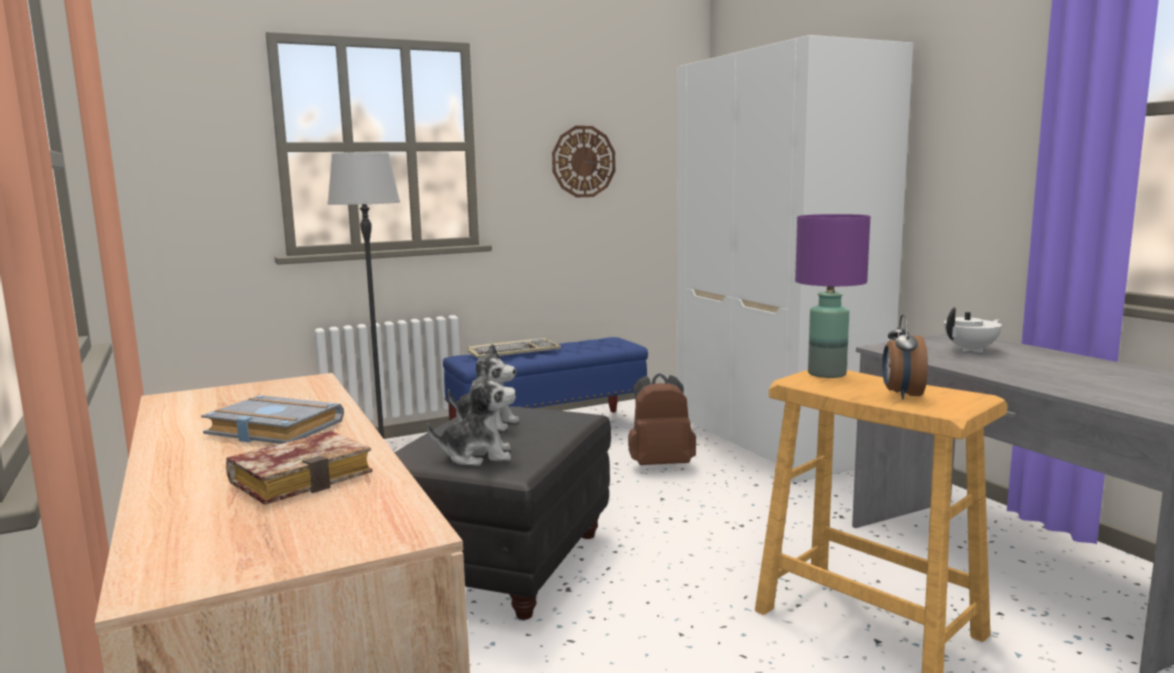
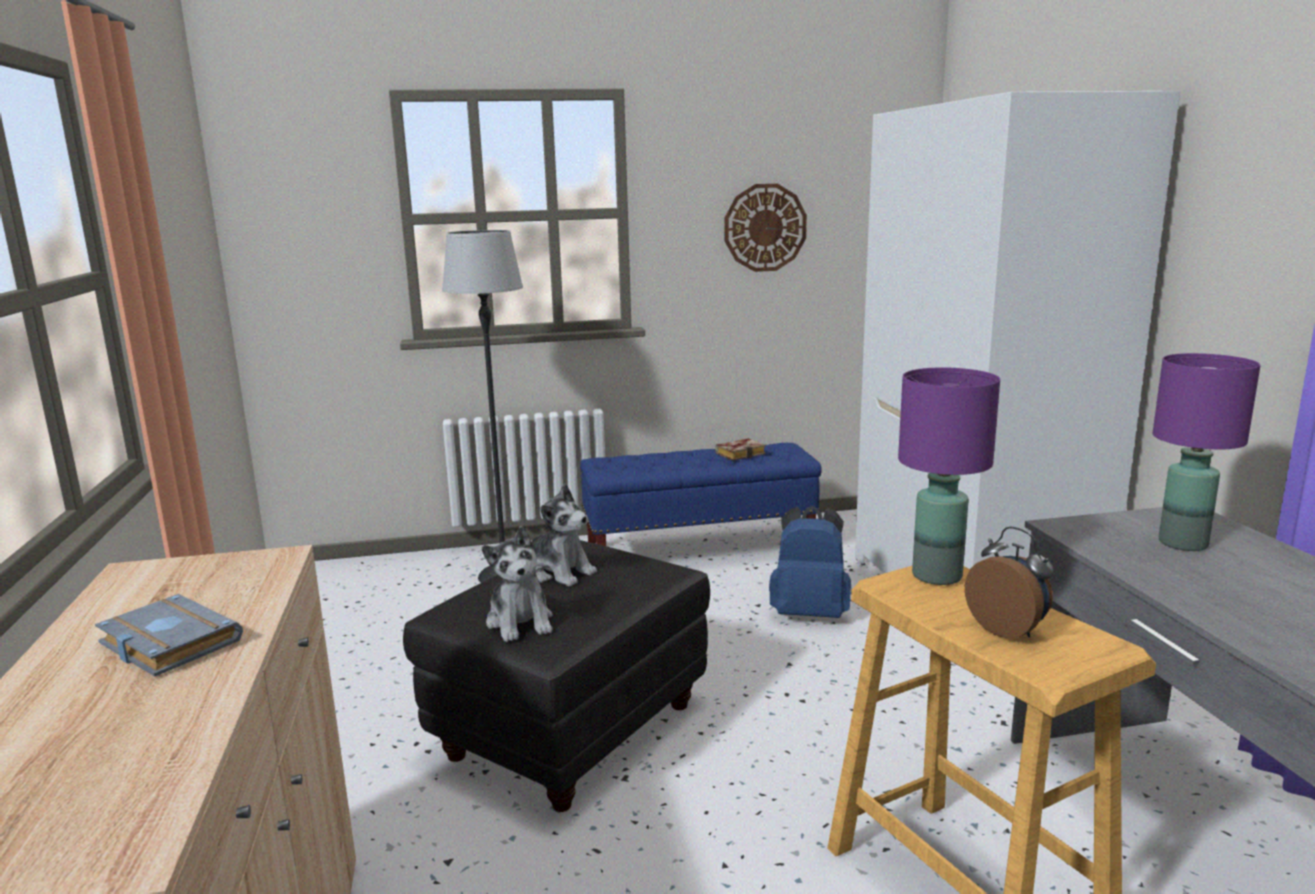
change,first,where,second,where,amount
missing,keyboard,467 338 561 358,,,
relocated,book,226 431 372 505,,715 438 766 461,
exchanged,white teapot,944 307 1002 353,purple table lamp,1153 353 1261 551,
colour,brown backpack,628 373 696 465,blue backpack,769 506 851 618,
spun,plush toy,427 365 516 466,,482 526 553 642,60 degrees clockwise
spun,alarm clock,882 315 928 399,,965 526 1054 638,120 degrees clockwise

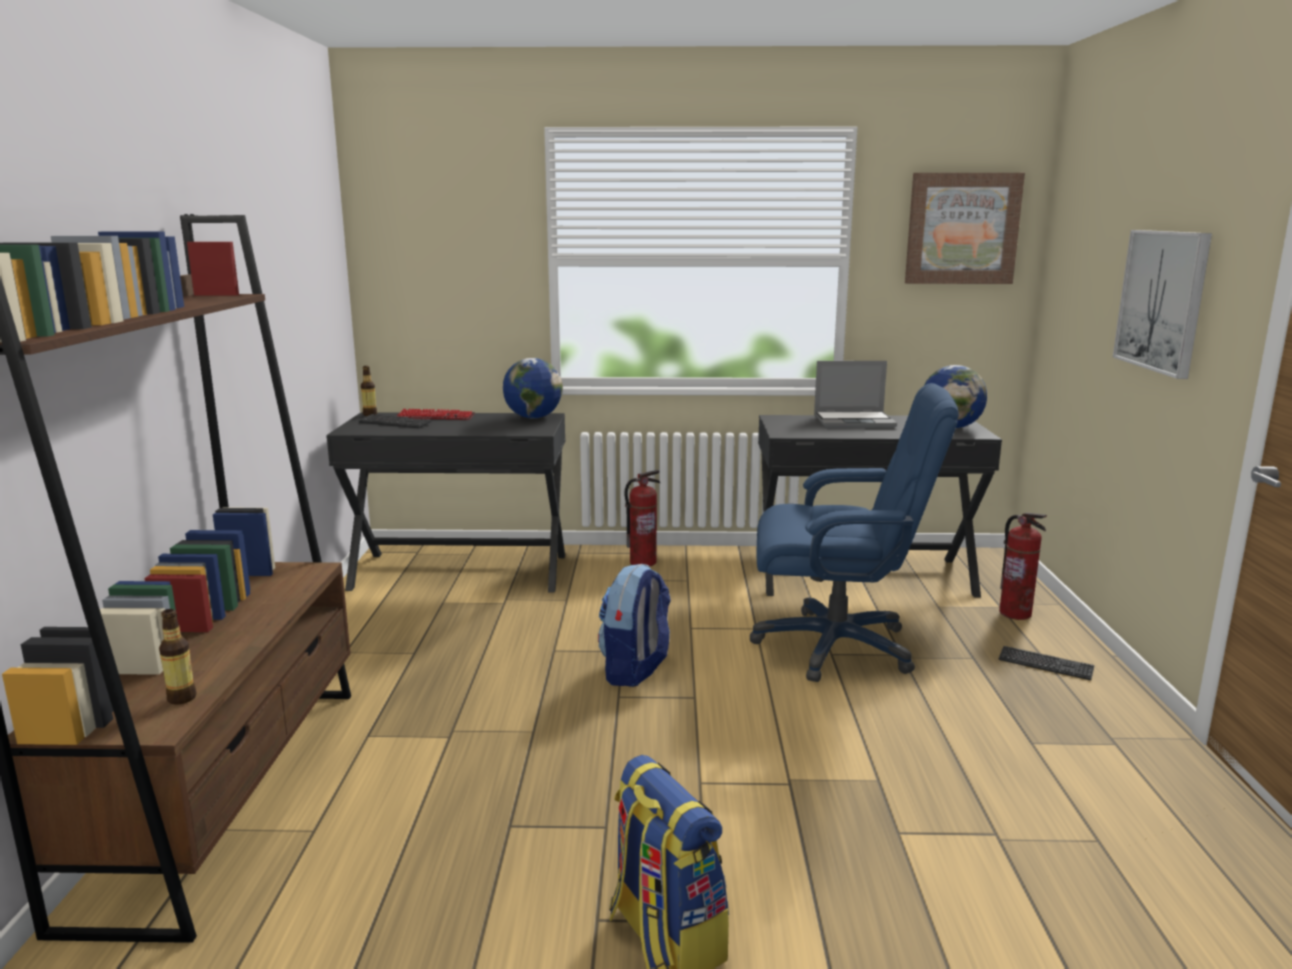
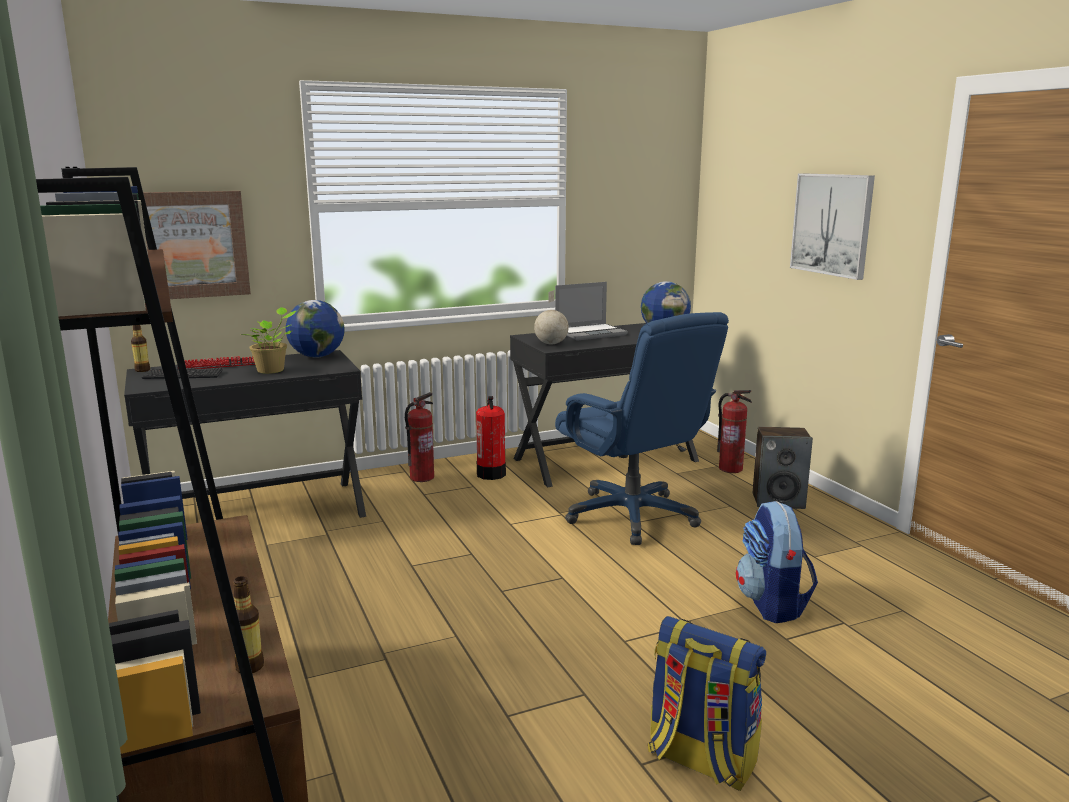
change,first,where,second,where,amount
appeared,,,potted plant,242 307 296 374,
appeared,,,fire extinguisher,476 396 506 480,
appeared,,,globe,534 290 569 344,
relocated,backpack,598 564 671 687,,736 501 818 623,
relocated,picture,905 173 1025 284,,143 191 251 299,
exchanged,keyboard,998 646 1095 680,speaker,753 427 813 509,
spun,blue office chair,750 383 959 682,,555 312 729 545,75 degrees clockwise

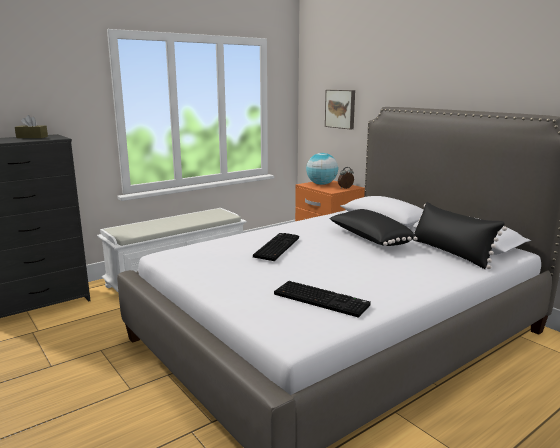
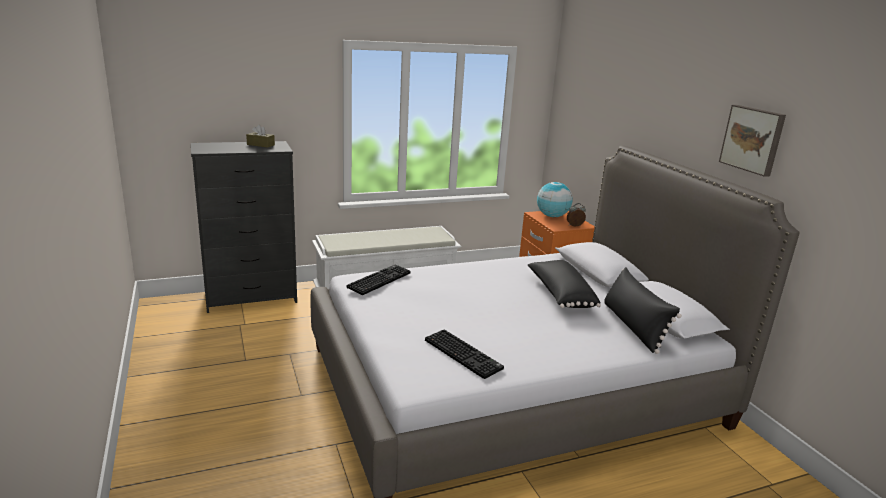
change,first,where,second,where,amount
relocated,keyboard,253 233 299 261,,347 265 411 295,
relocated,picture,325 90 355 130,,719 105 786 177,

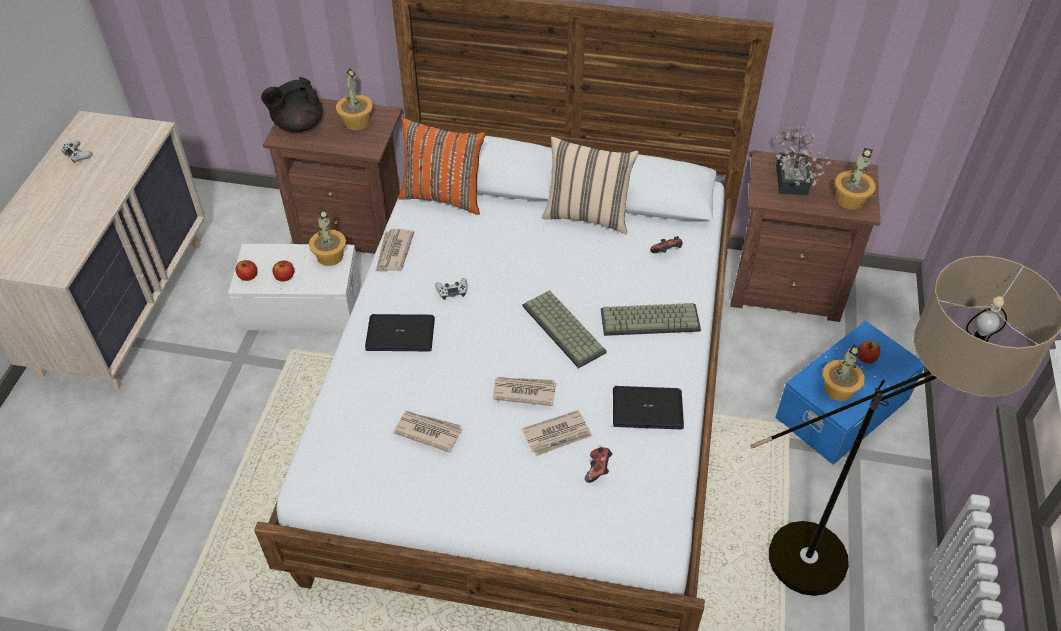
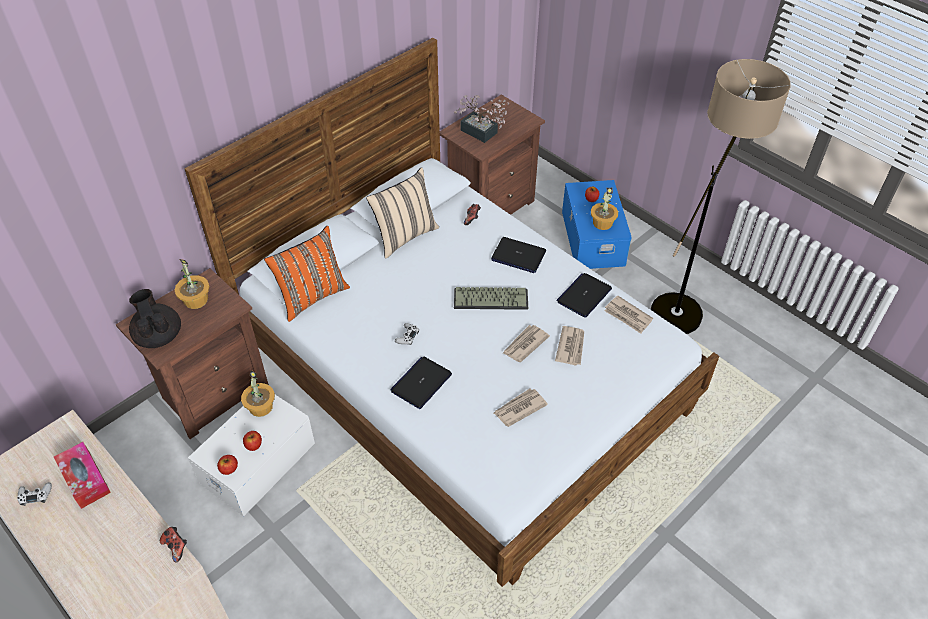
change,first,where,second,where,amount
missing,potted plant,835 148 876 210,,,
appeared,,,tissue box,54 442 111 509,
relocated,newspaper,376 229 414 271,,605 296 653 334,
relocated,game controller,585 447 612 483,,160 527 187 563,
exchanged,keyboard,601 303 701 336,laptop,491 237 546 273,
spun,black teapot,261 77 323 132,,129 289 181 348,150 degrees clockwise

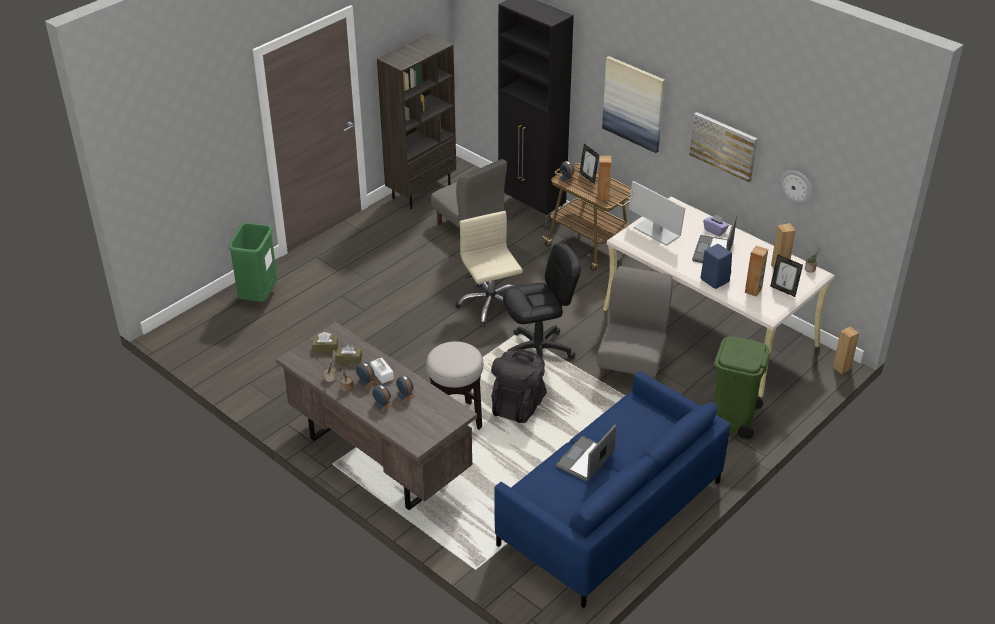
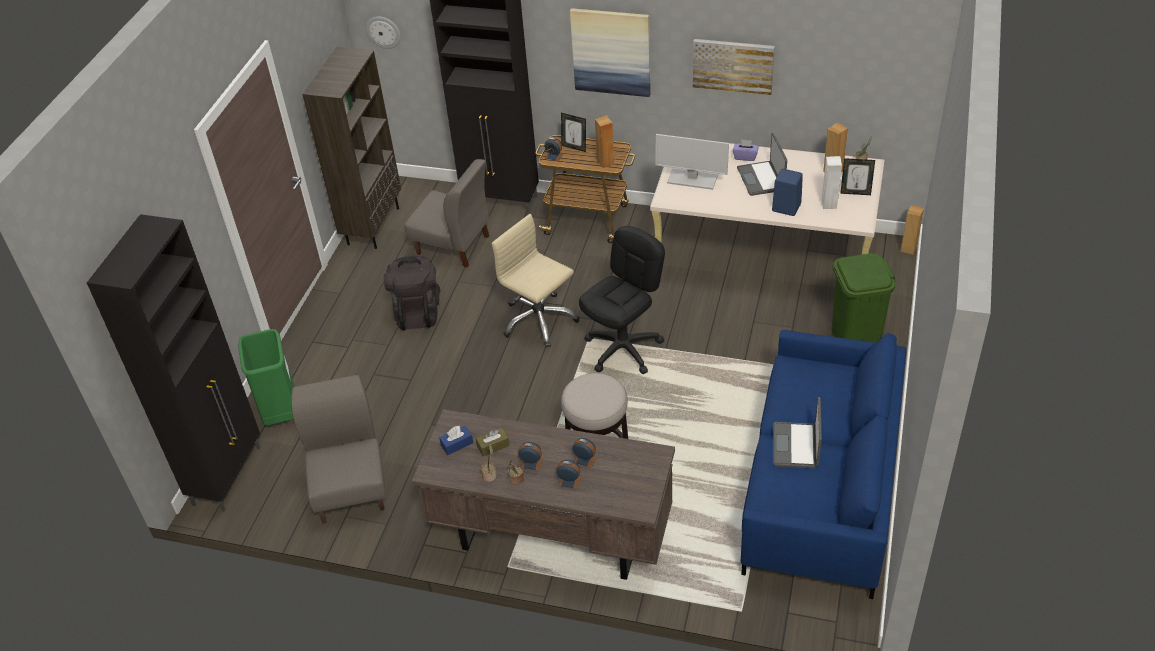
change,first,where,second,where,amount
missing,white tissue box,370 358 394 384,,,
appeared,,,black cabinet,87 214 261 512,
relocated,black backpack,491 349 547 423,,384 255 441 330,
relocated,grey chair,597 266 673 381,,291 375 385 523,
relocated,wall clock,780 171 812 205,,366 16 401 49,
colour,brown tissue box,312 332 338 353,blue tissue box,439 425 473 455,
colour,brown speaker,745 246 768 297,white speaker,822 156 842 209,

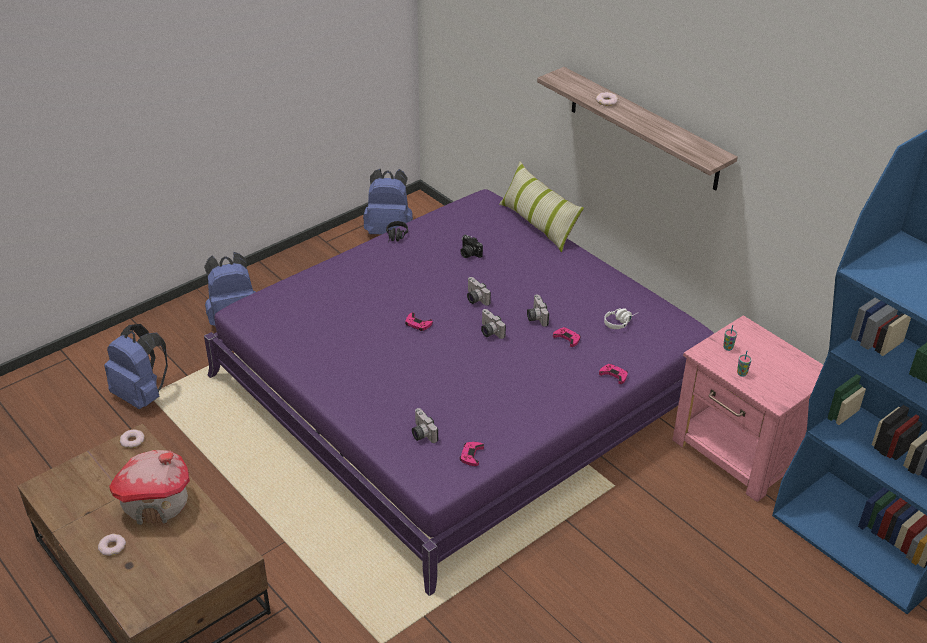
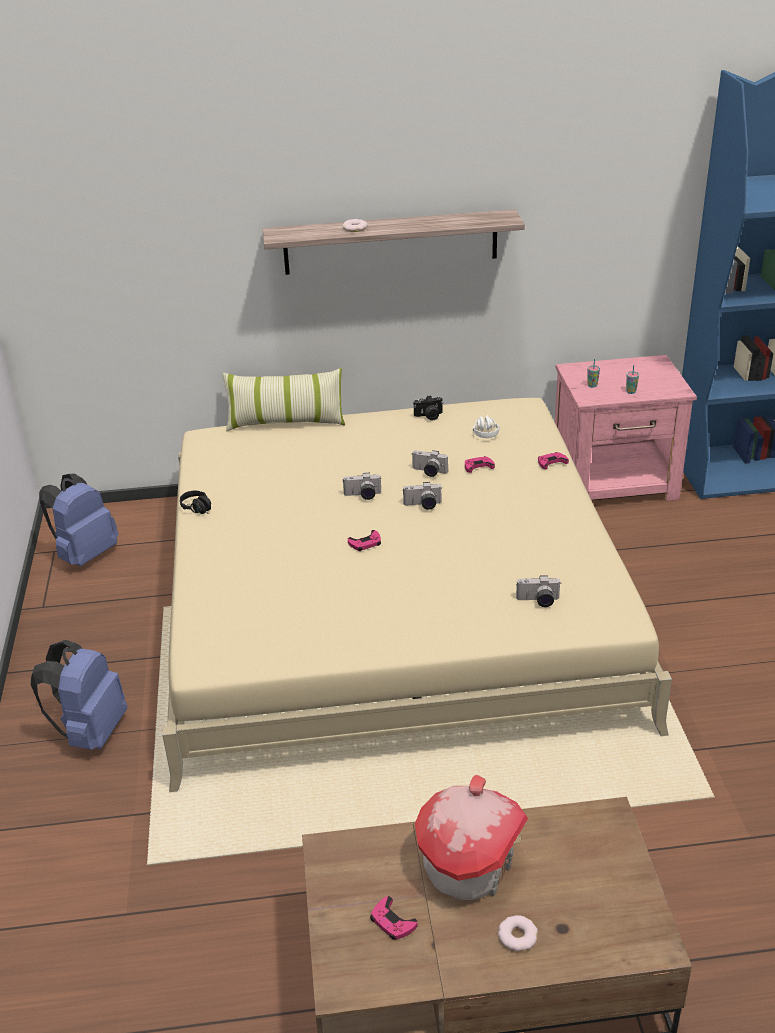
change,first,where,second,where,amount
missing,blue backpack,104 324 168 409,,,
missing,donut,120 430 145 448,,,
relocated,photo camera,460 235 483 258,,414 395 443 420,
relocated,pink game controller,460 442 484 466,,370 896 418 940,
colour,purple bed,204 189 714 596,beige bed,162 398 672 792,

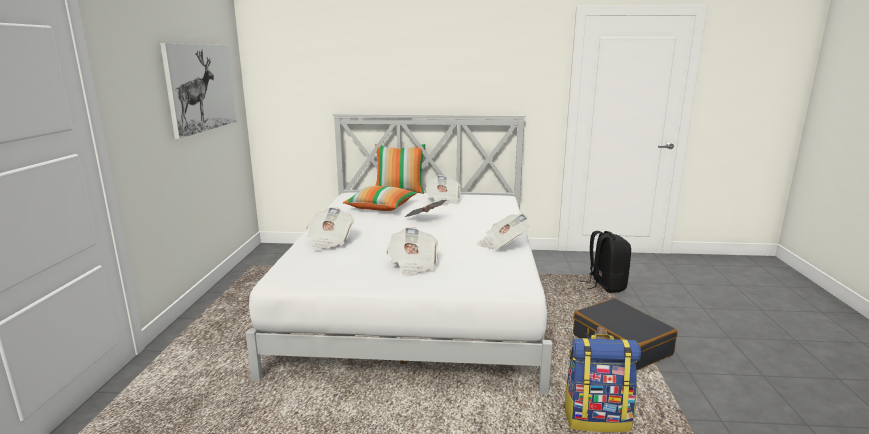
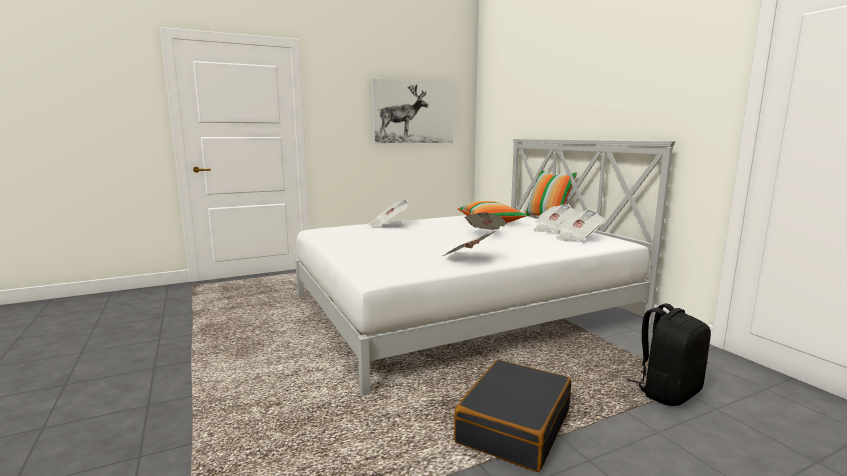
change,first,where,second,where,amount
missing,backpack,563 334 641 432,,,
relocated,newspaper,386 227 438 277,,556 210 604 241,

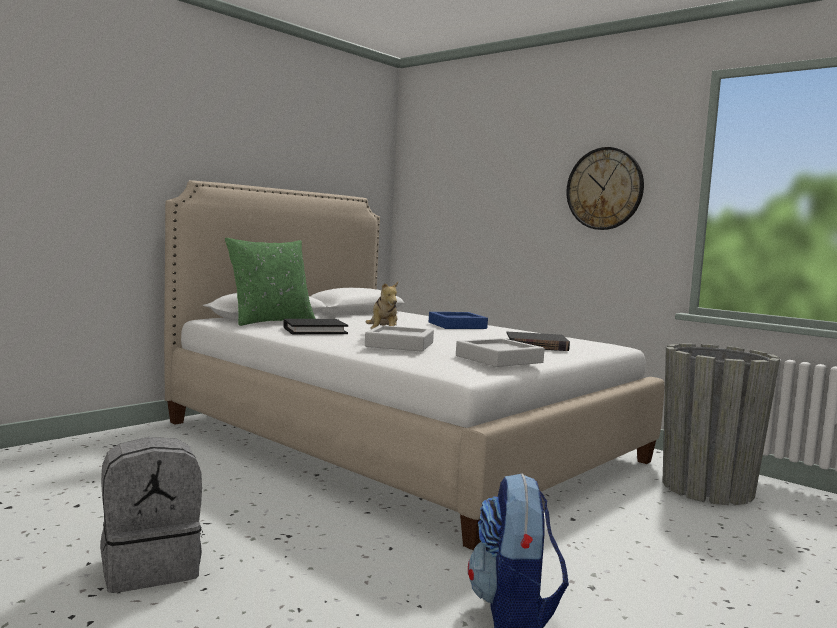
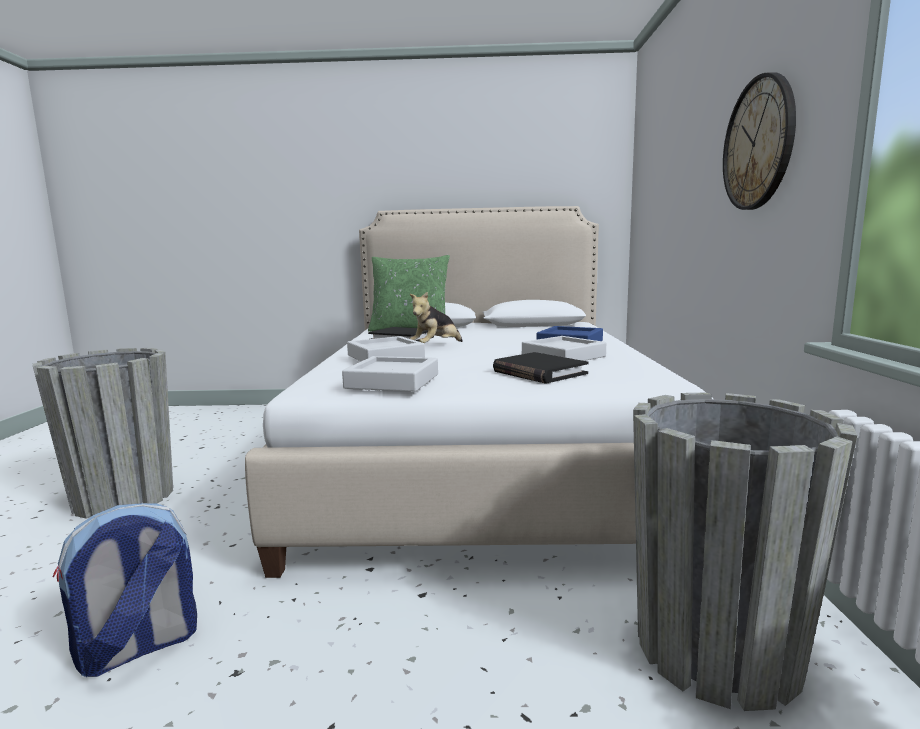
change,first,where,second,where,amount
appeared,,,grey tray,522 336 606 361,
exchanged,grey backpack,100 437 203 593,grey planter,33 348 173 519,

